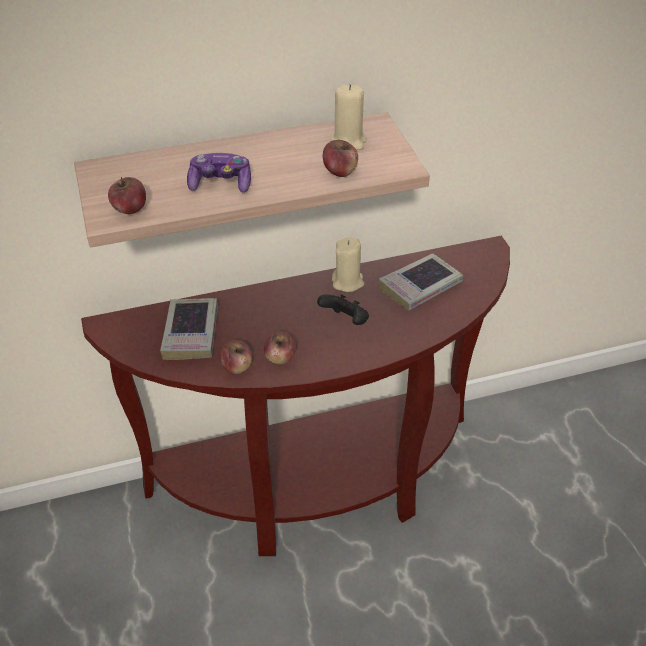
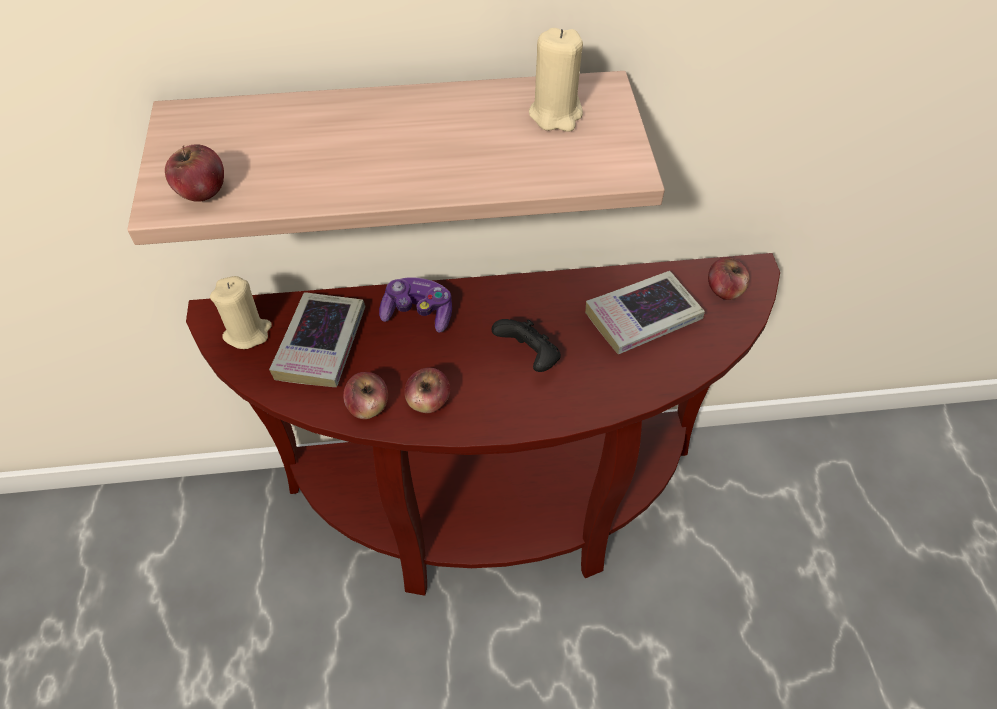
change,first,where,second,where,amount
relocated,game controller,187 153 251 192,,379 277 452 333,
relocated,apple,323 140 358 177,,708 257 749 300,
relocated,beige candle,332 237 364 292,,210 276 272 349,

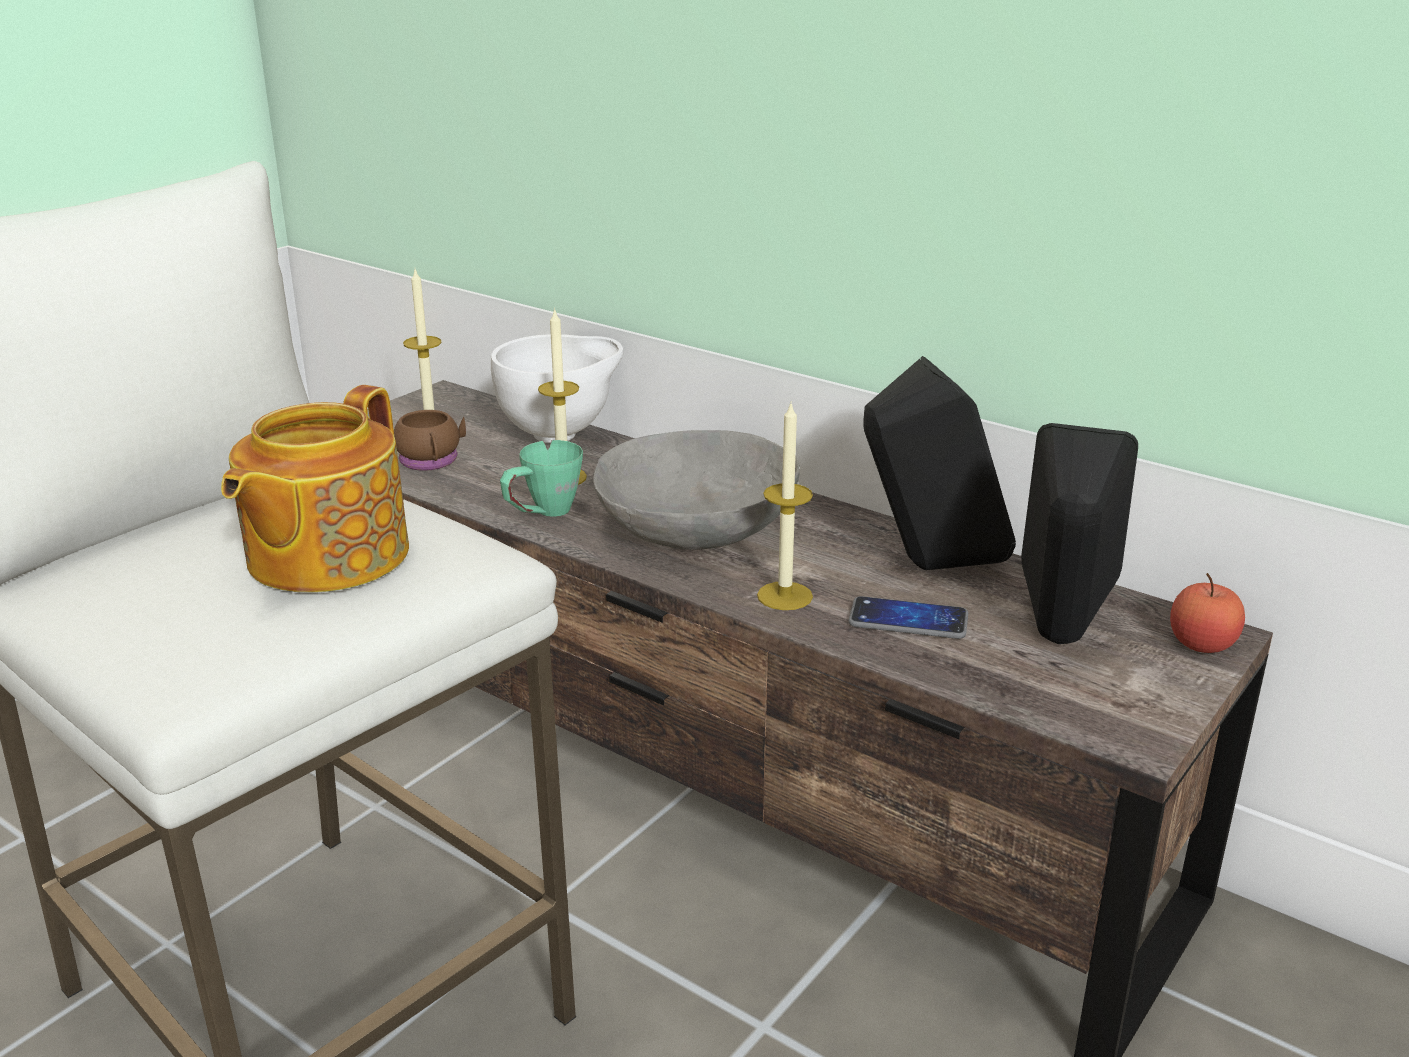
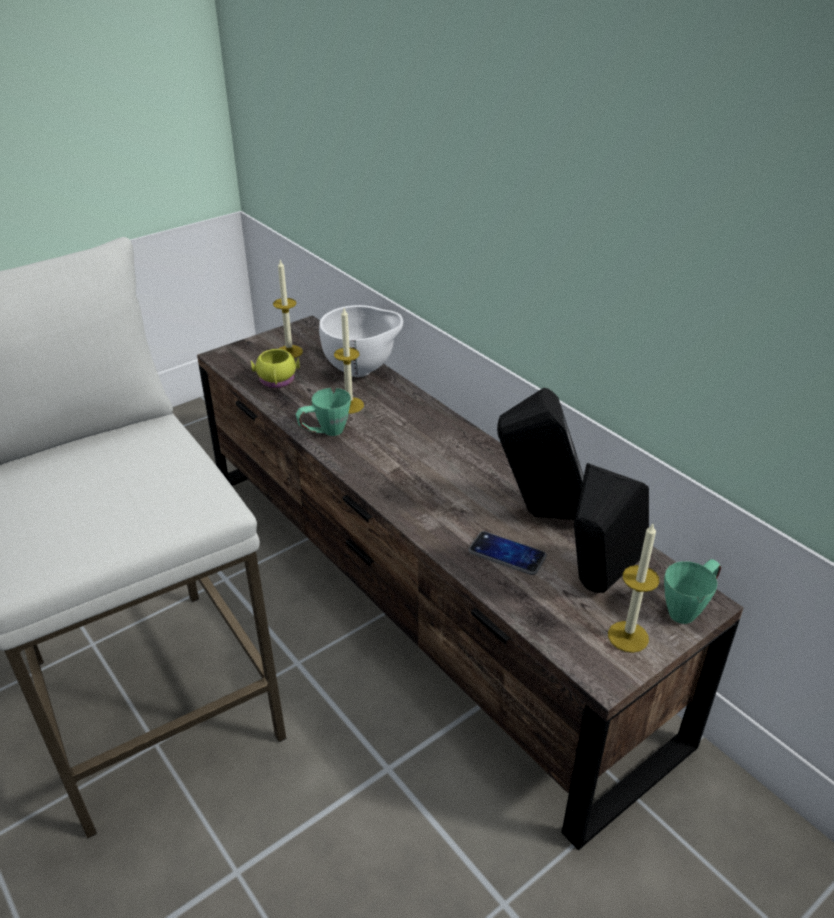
change,first,where,second,where,amount
missing,teapot,221 385 409 593,,,
missing,grey bowl,593 430 800 550,,,
relocated,candle,757 401 813 610,,608 523 660 653,
exchanged,apple,1170 573 1245 653,green mug,664 559 721 624,
colour,brown mug,394 410 466 471,yellow mug,251 349 300 388,

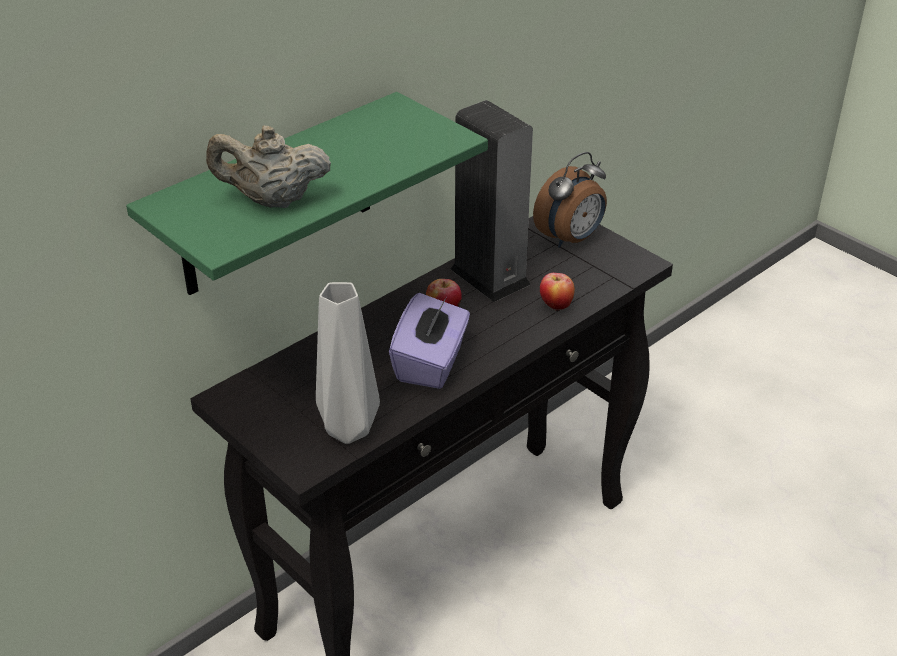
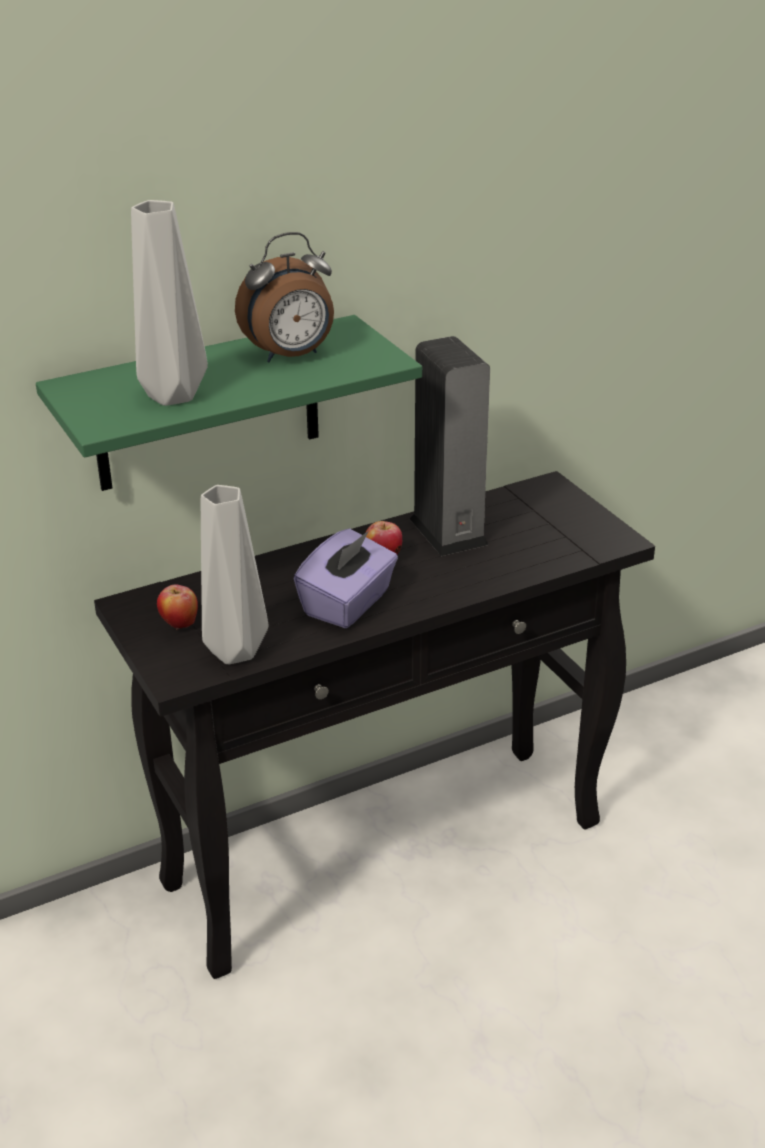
change,first,where,second,where,amount
relocated,alarm clock,533 152 607 248,,235 232 334 362,
relocated,apple,540 273 575 311,,157 585 198 630,
exchanged,beige teapot,206 126 331 208,grey vase,131 200 208 406,

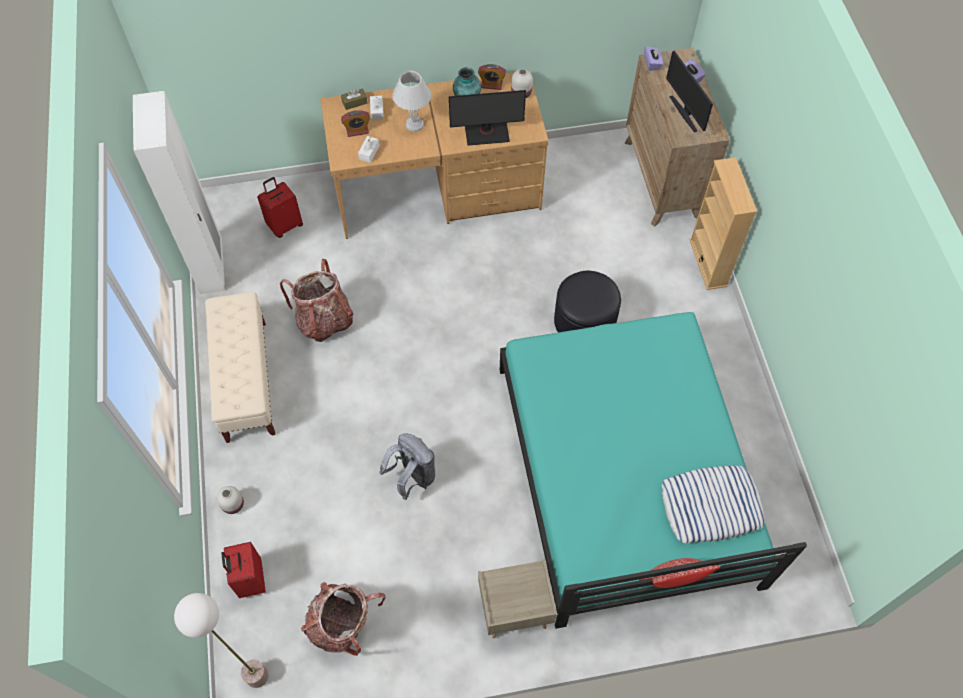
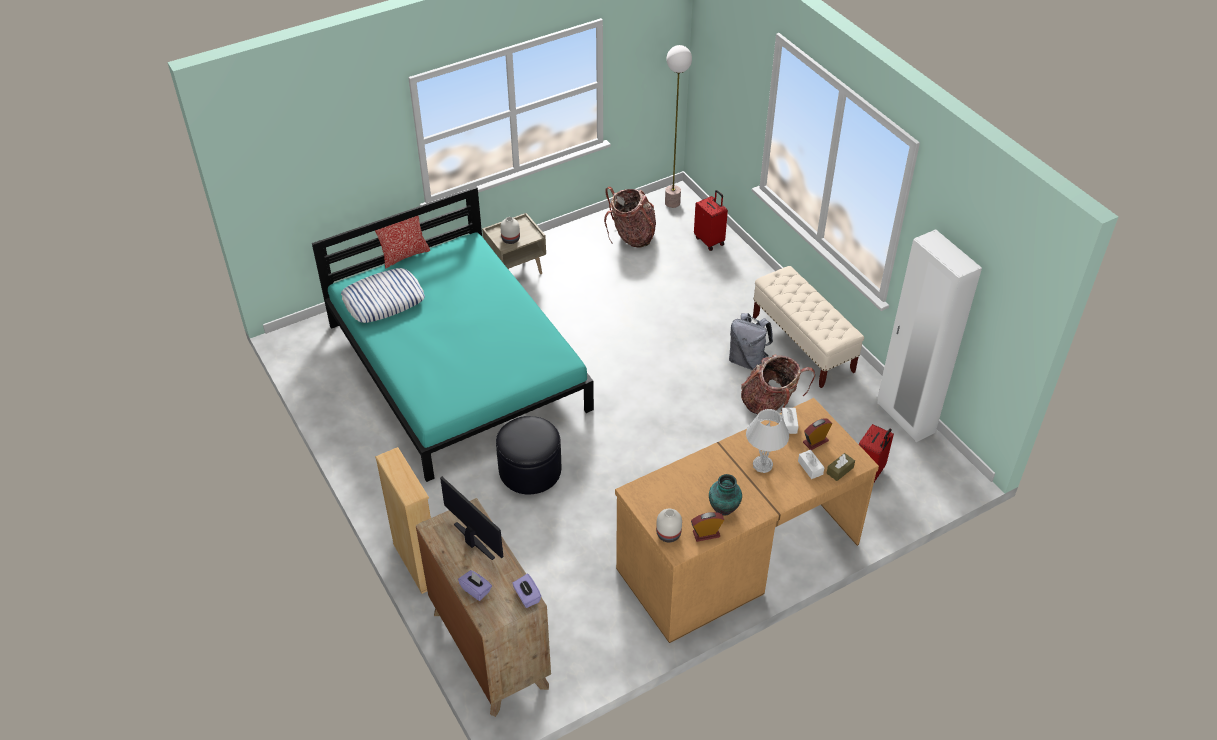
change,first,where,second,where,amount
missing,monitor,449 90 526 145,,,
relocated,white vase,217 486 244 514,,501 217 520 244,
relocated,grey backpack,379 434 435 500,,729 313 773 370,

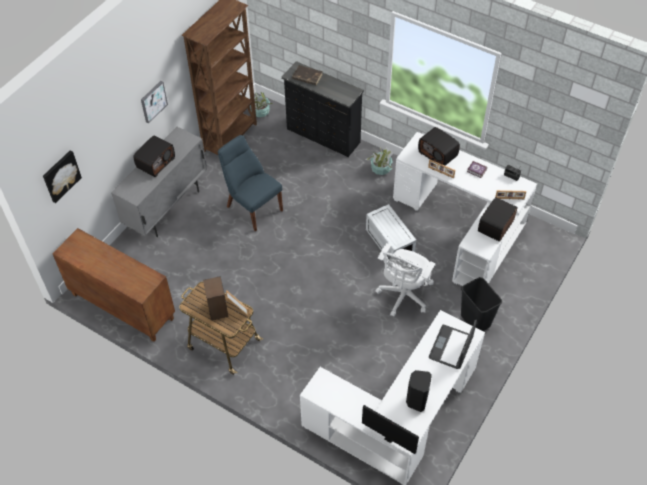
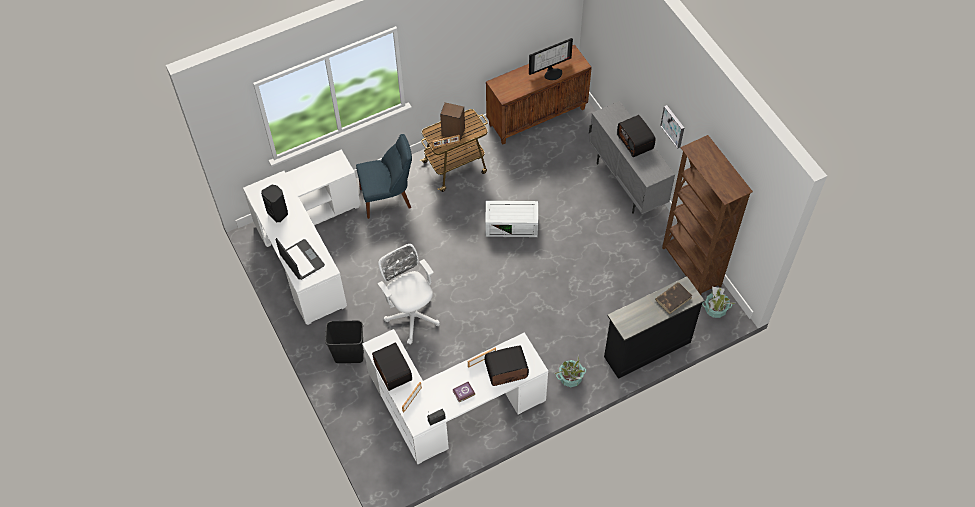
change,first,where,second,where,amount
missing,picture,43 150 82 203,,,
relocated,blue chair,218 135 283 232,,356 134 412 219,
relocated,monitor,362 405 419 454,,529 38 573 80,
relocated,white storage box,366 204 416 254,,485 201 538 237,

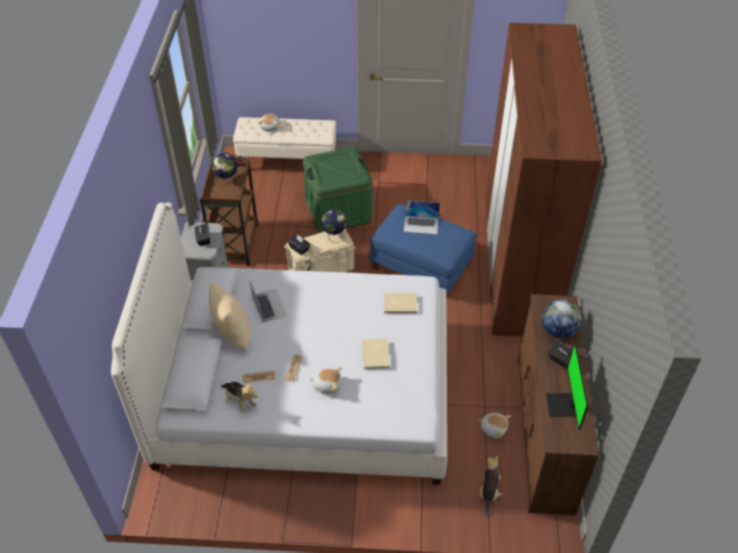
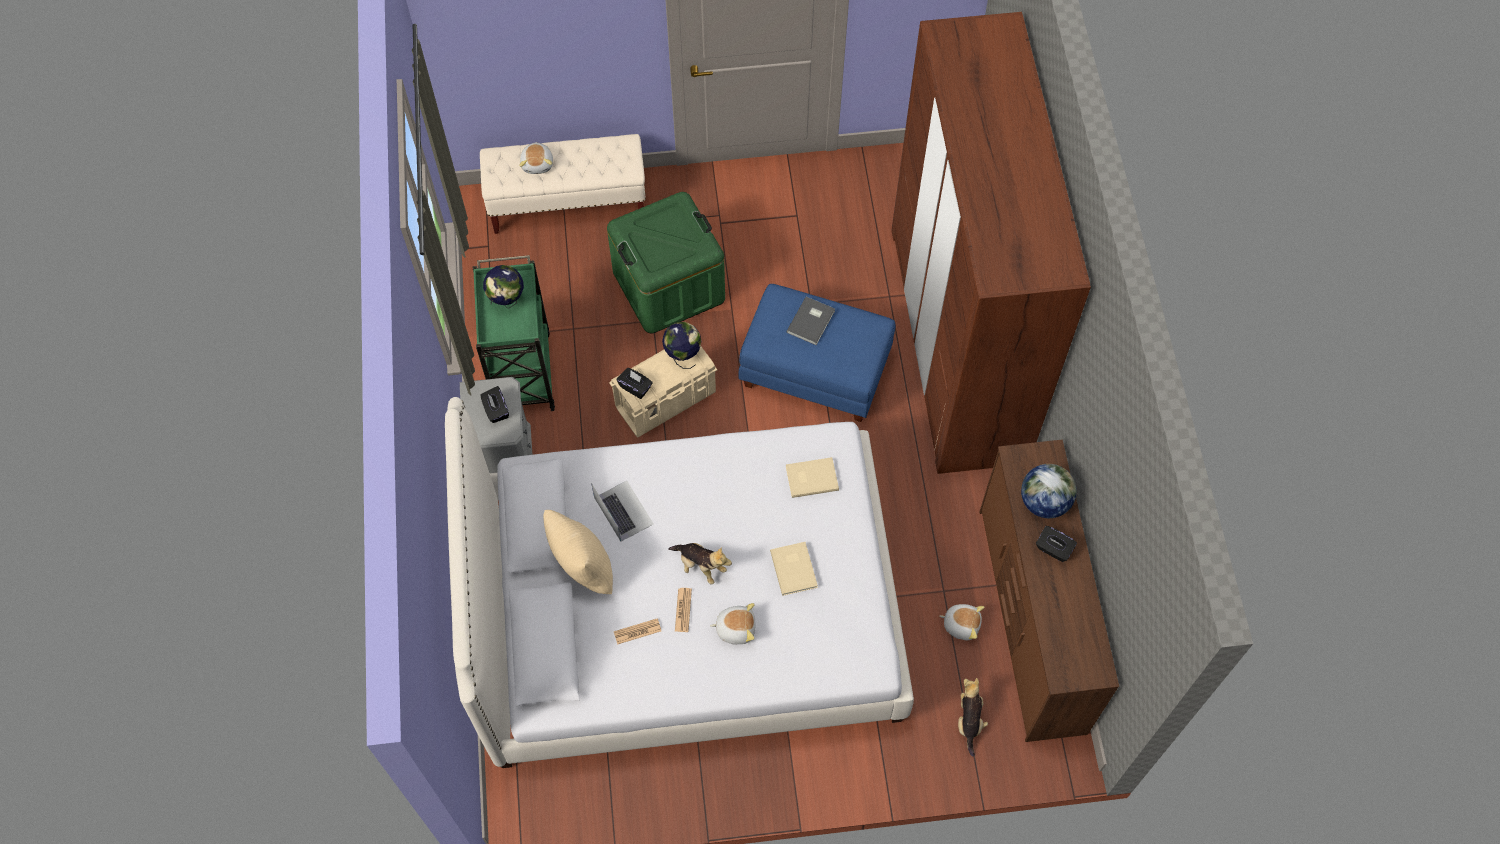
change,first,where,second,where,amount
missing,monitor,546 343 588 430,,,
relocated,plush toy,220 382 258 413,,668 543 732 585,
exchanged,laptop,403 200 440 234,grey book,786 297 835 345,
colour,brown cart,200 158 258 266,green cart,473 255 555 411,

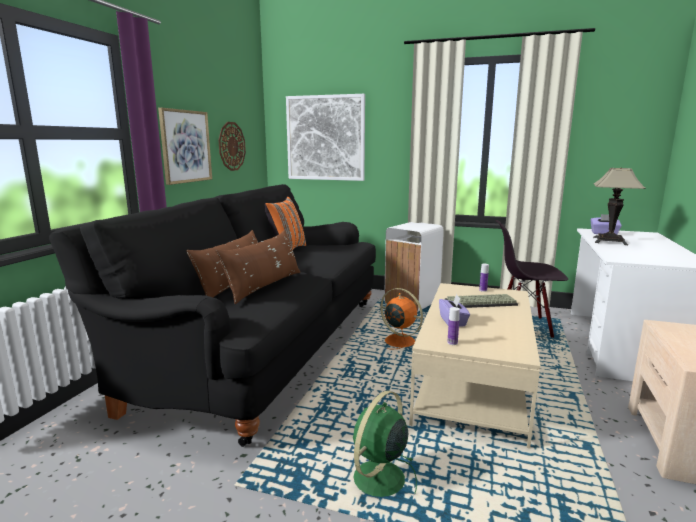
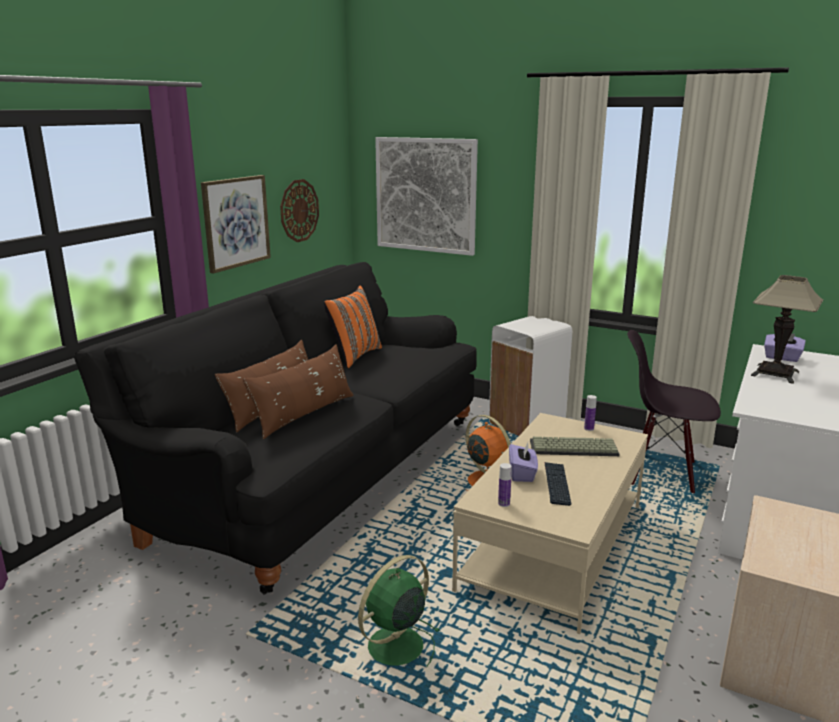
change,first,where,second,where,amount
appeared,,,keyboard,544 462 571 506,

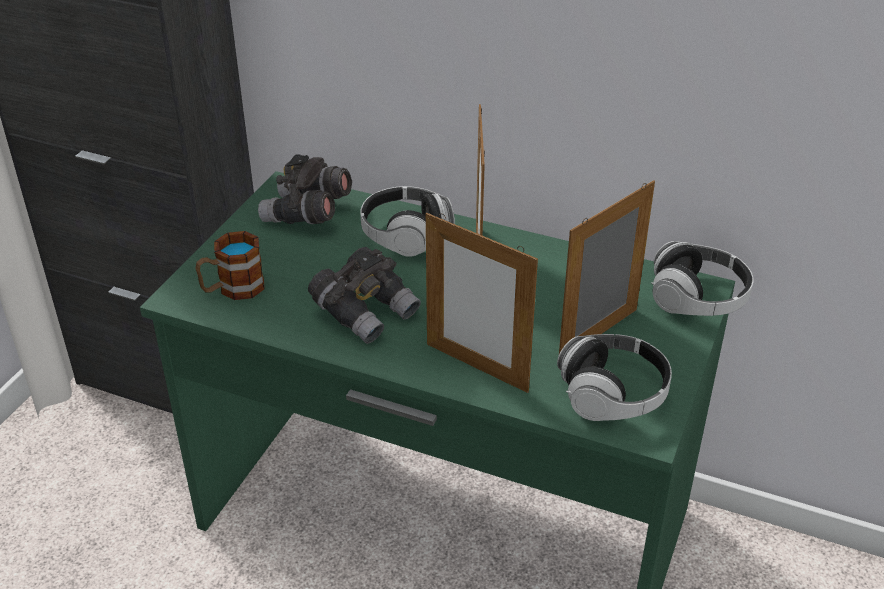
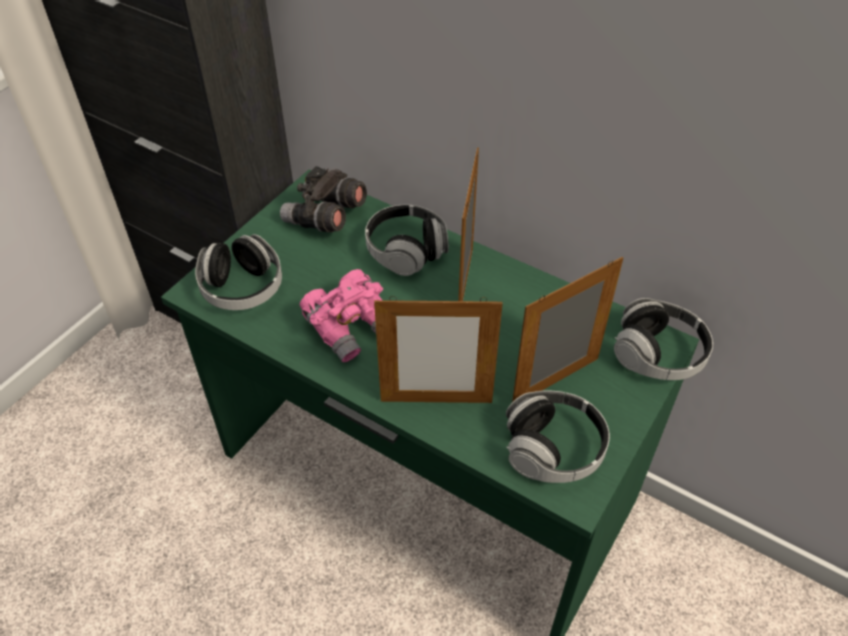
change,first,where,second,where,amount
exchanged,mug,195 231 265 300,headphones,195 234 282 310,
colour,grey binoculars,308 247 421 344,pink binoculars,300 269 383 363,
spun,picture frame,426 213 538 393,,374 296 503 403,45 degrees counterclockwise

